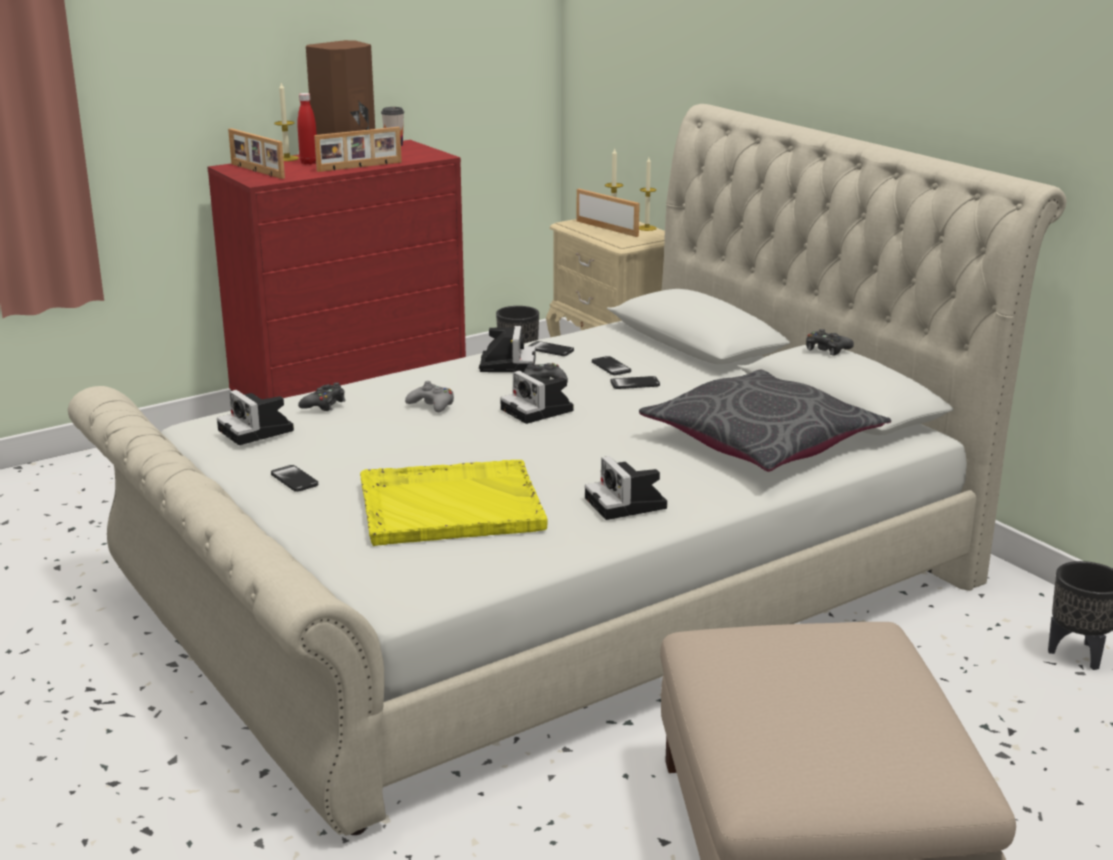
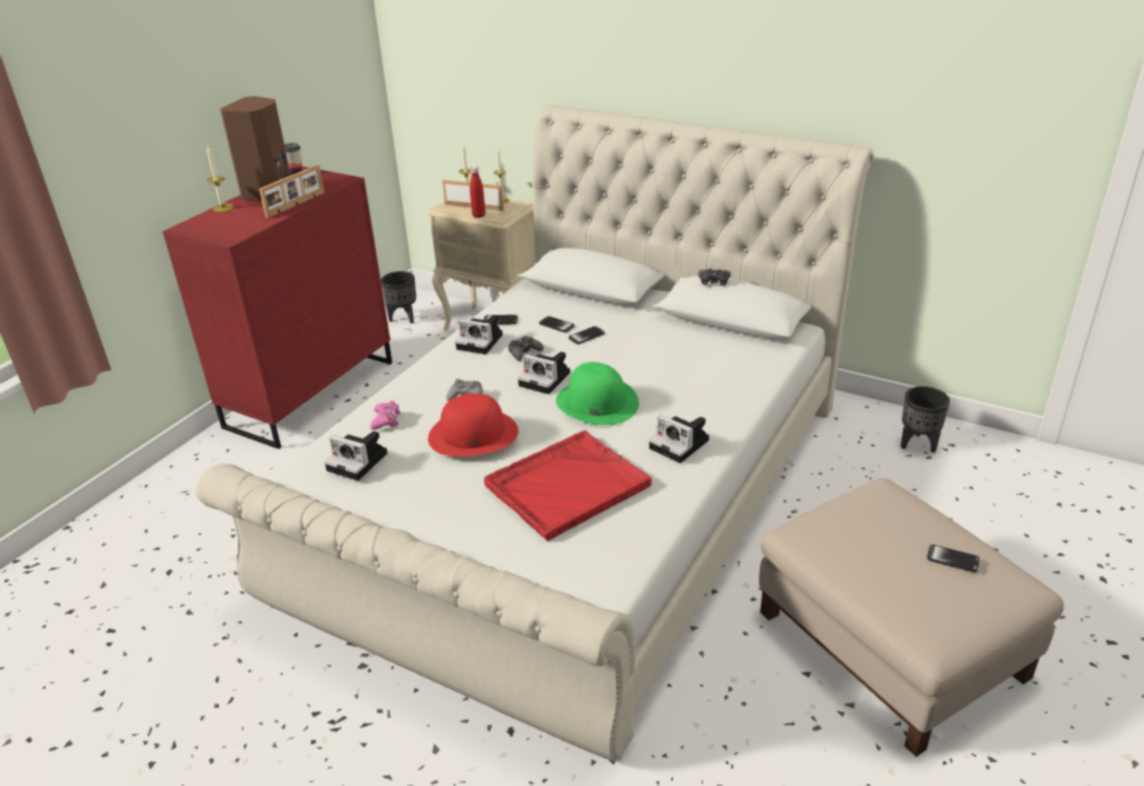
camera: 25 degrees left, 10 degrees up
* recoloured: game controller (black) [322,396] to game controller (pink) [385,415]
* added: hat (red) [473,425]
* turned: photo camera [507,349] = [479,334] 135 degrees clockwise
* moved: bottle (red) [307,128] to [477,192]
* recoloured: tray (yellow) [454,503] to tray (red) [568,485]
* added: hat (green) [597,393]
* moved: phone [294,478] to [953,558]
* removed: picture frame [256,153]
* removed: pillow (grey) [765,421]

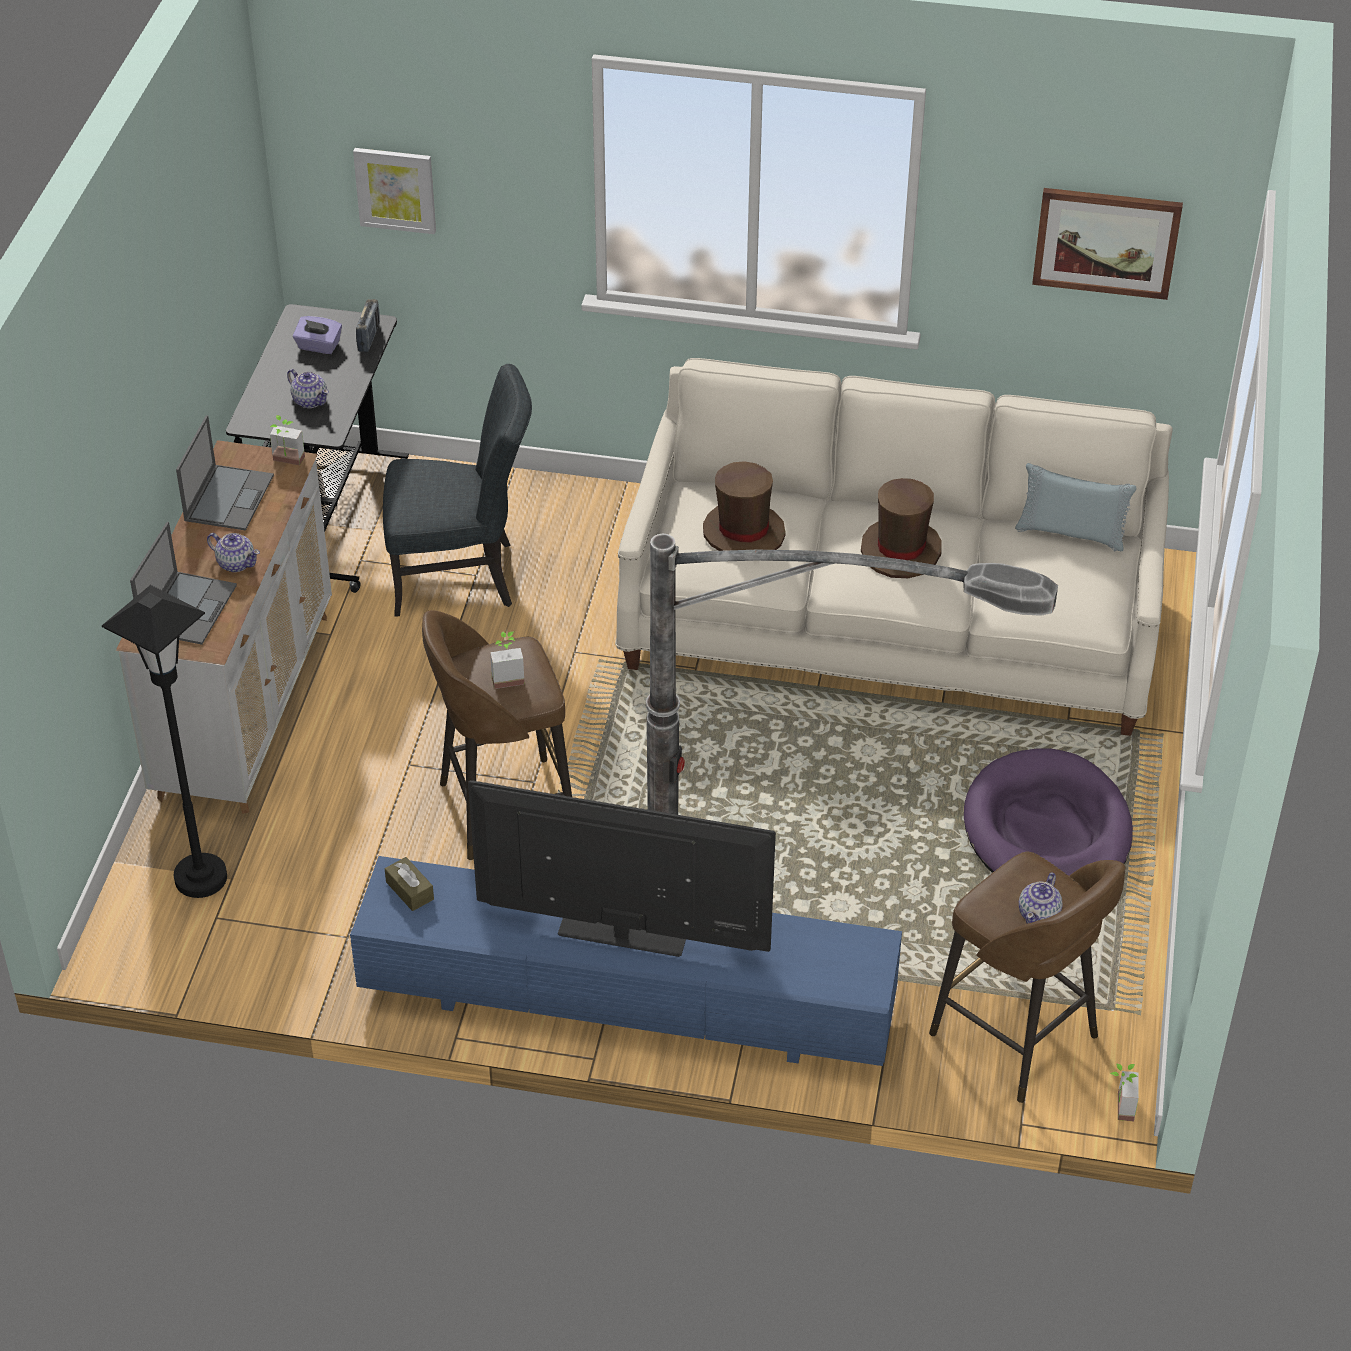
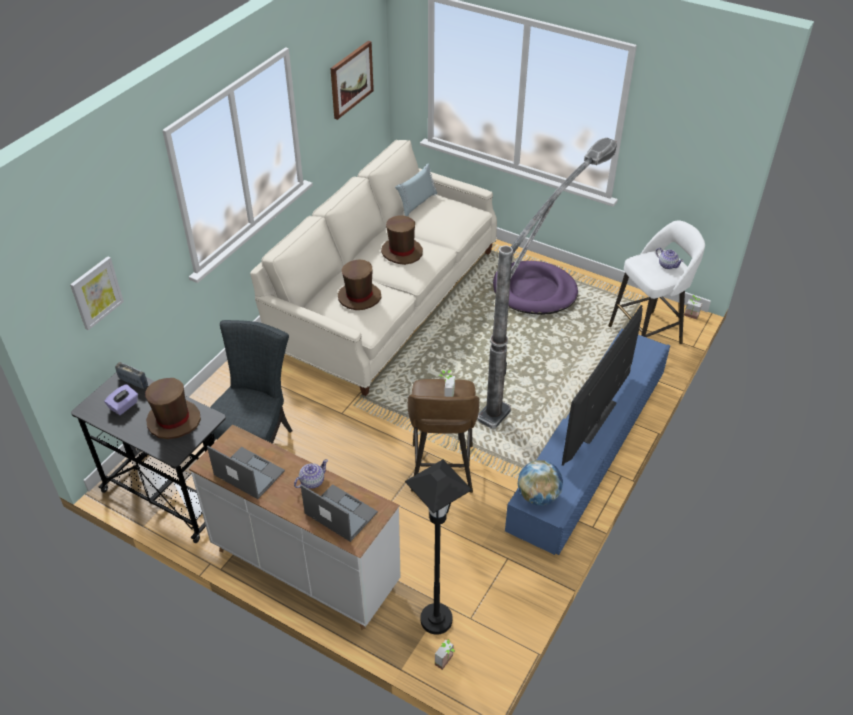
camera: 70 degrees left, 0 degrees up
* replaced: teapot [308,388] to hat (brown) [173,408]
* moved: potted plant [287,440] to [445,654]
* replaced: tissue box (brown) [409,884] to globe [540,482]
* recoloured: stool (brown) [1027,977] to stool (white) [657,282]

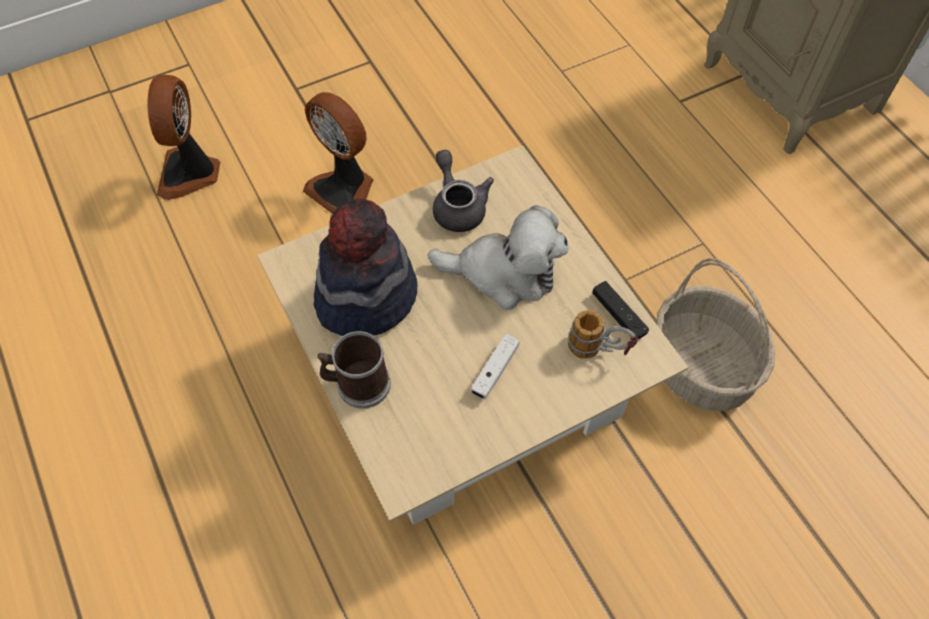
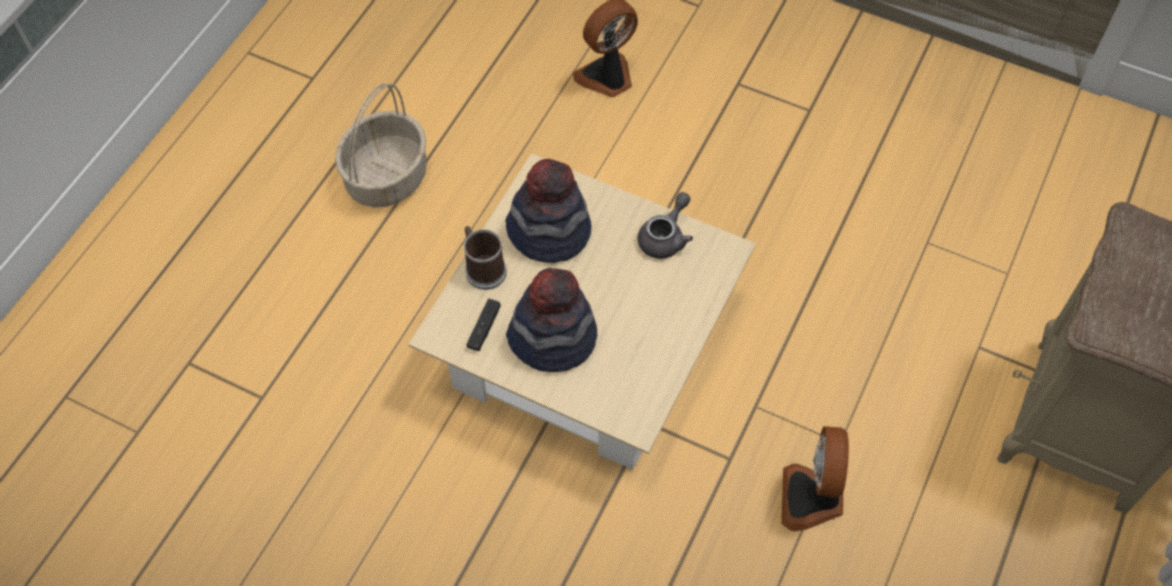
camera: 55 degrees right, 0 degrees up
* moved: basket [715,334] to [381,146]
* moved: game controller (black) [621,310] to [484,325]
* replaced: game controller (white) [495,366] to hat [551,320]
* moved: fan [338,153] to [815,478]
* removed: plush toy [498,257]
* removed: mug [603,334]

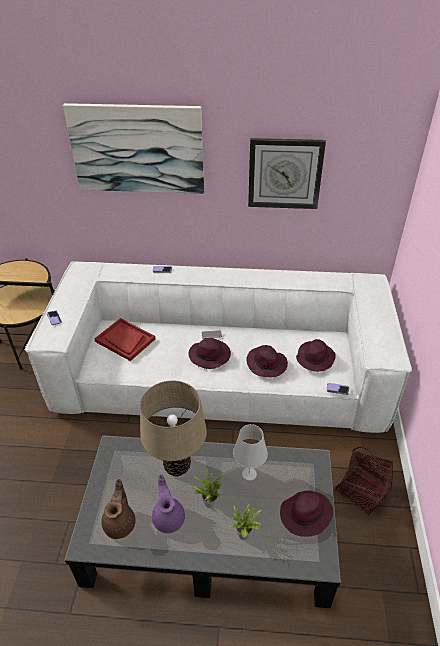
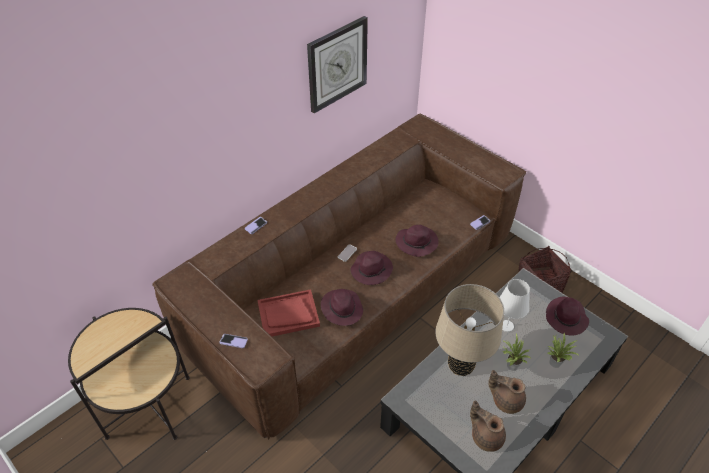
camera: 50 degrees left, 5 degrees up
* recoloured: sofa (white) [218,347] to sofa (brown) [339,277]
* moved: hat (purple) [316,355] to [342,307]
* recoloured: teapot (purple) [168,504] to teapot (brown) [507,392]
* removed: picture [133,148]

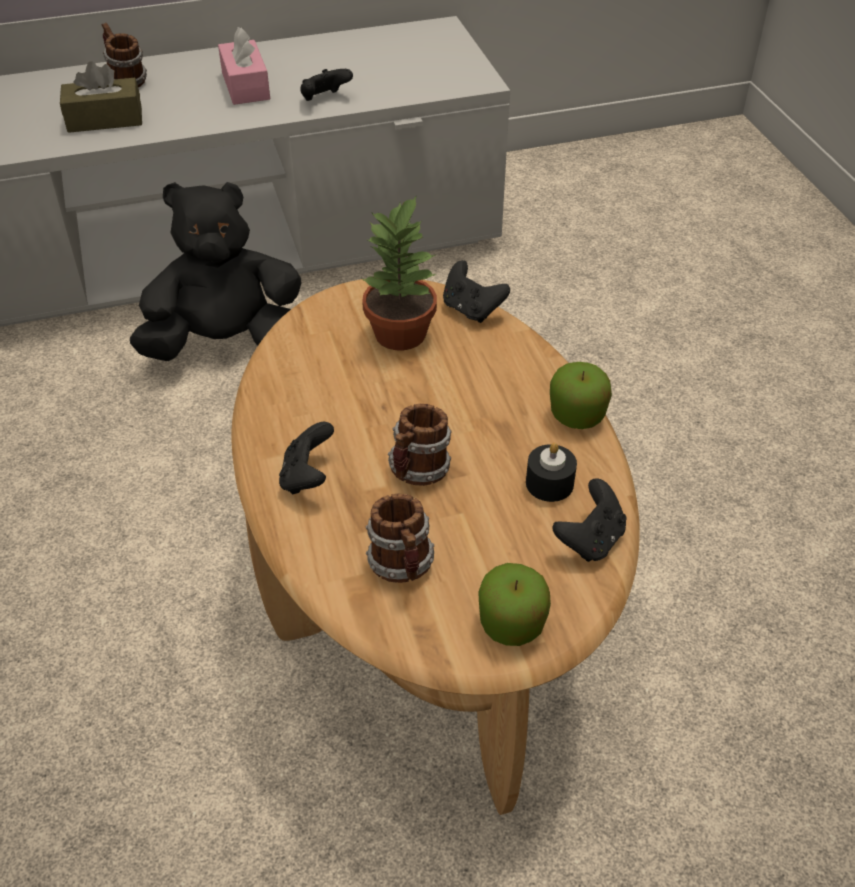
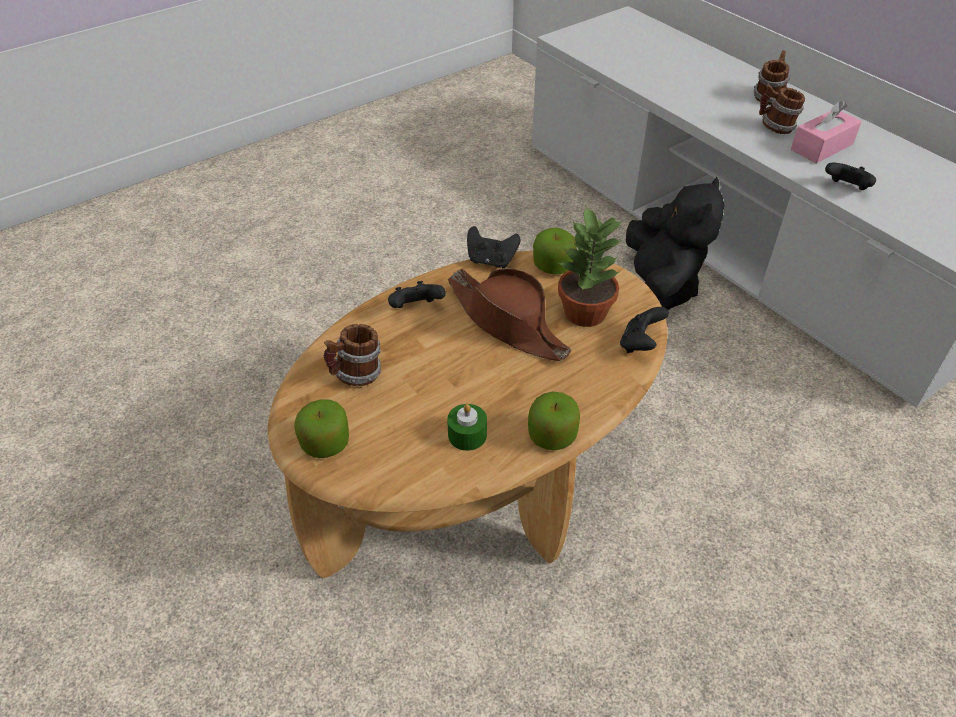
camera: 70 degrees right, 0 degrees up
* recoloured: candle (black) [551,472] to candle (green) [467,427]
* added: hat (brown) [510,314]
* moved: game controller (black) [589,520] to [494,247]
* added: apple [555,250]
* turned: plush toy (black) [215,271] = [675,243] 45 degrees clockwise
* moved: mug [420,445] to [782,109]
* removed: tissue box (brown) [101,97]

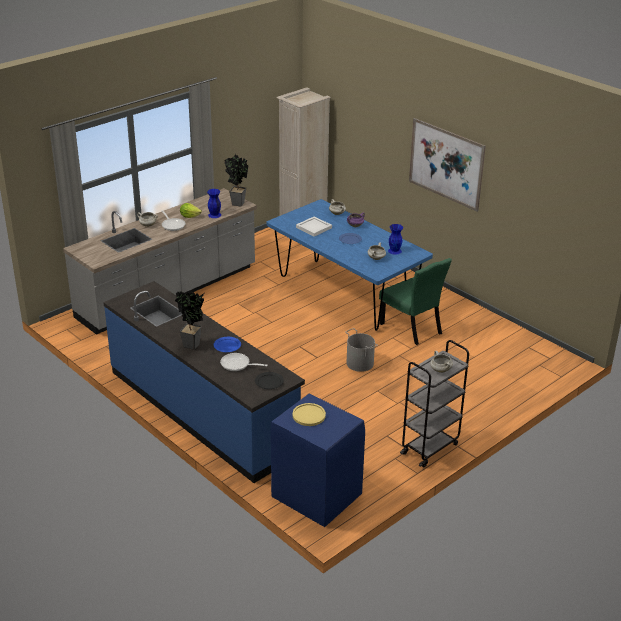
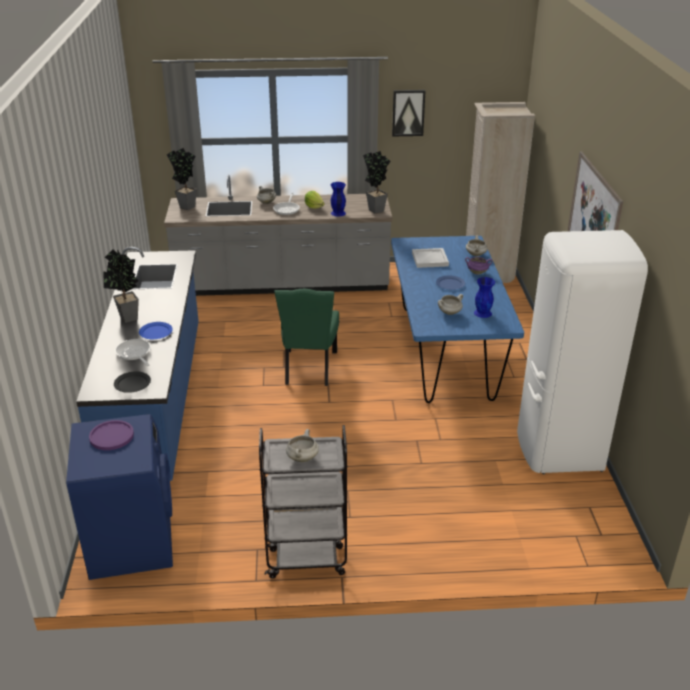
camera: 40 degrees right, 0 degrees up
* recoloured: plate (yellow) [309,414] to plate (purple) [111,435]
* added: potted plant [182,179]
* moved: chair (green) [415,301] to [306,337]
* added: picture [408,113]
* added: fridge (white) [582,352]
* removed: bucket (grey) [361,350]

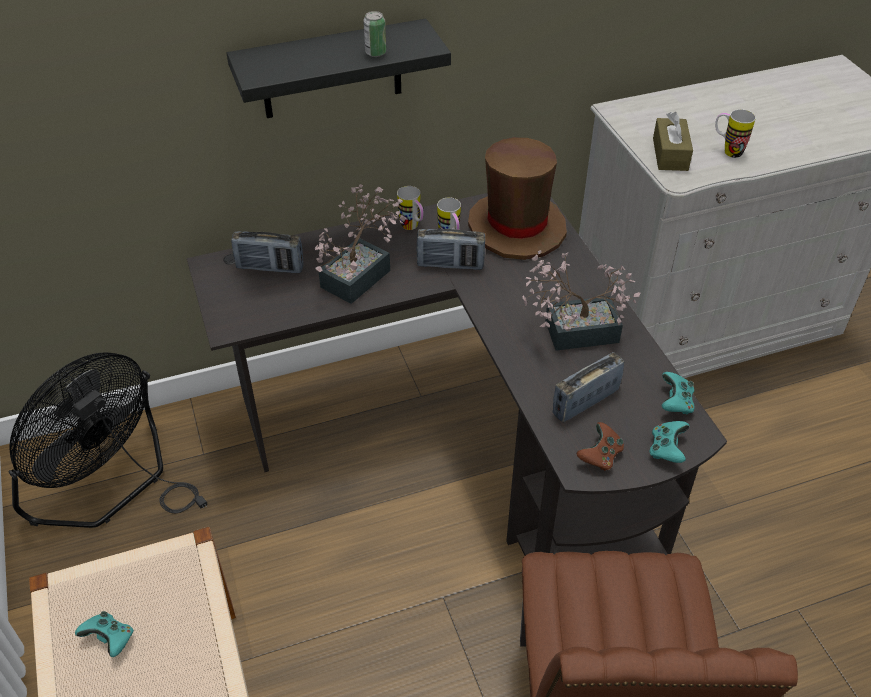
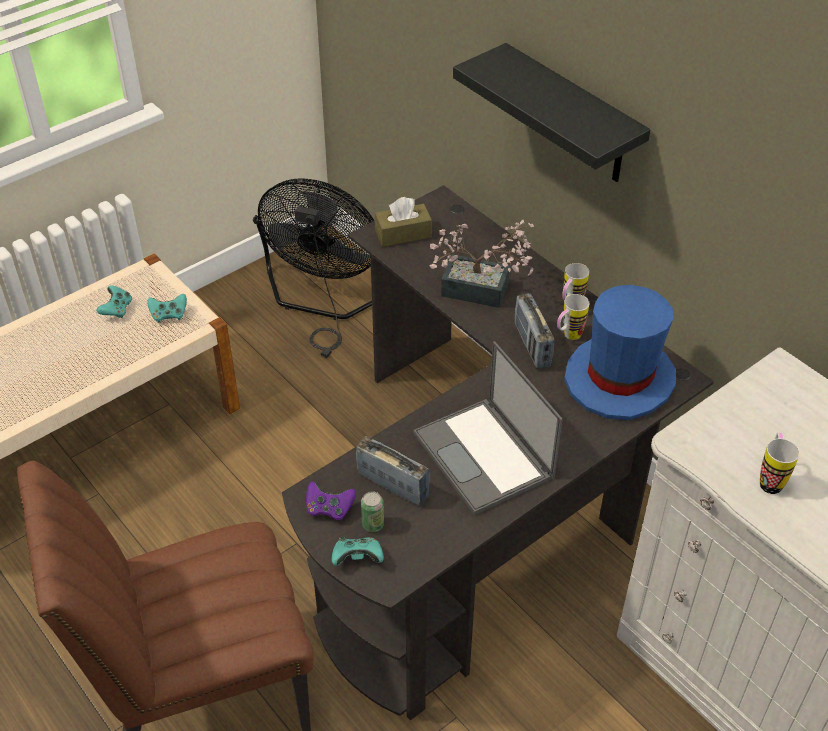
camera: 70 degrees right, 0 degrees up
* moved: game controller (turquoise) [678,393] to [167,308]
* recoloured: game controller (brown) [600,446] to game controller (purple) [331,501]
* moved: can [374,34] to [372,511]
* moved: tissue box (brown) [673,141] to [403,221]
* replaced: potted plant [581,300] to laptop [488,428]
* recoloured: hat (brown) [517,199] to hat (blue) [620,352]
* removed: radio [267,252]

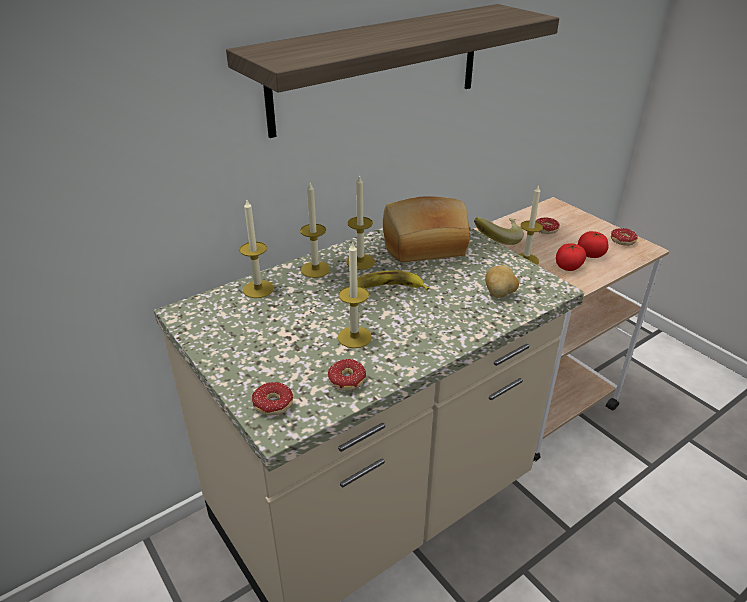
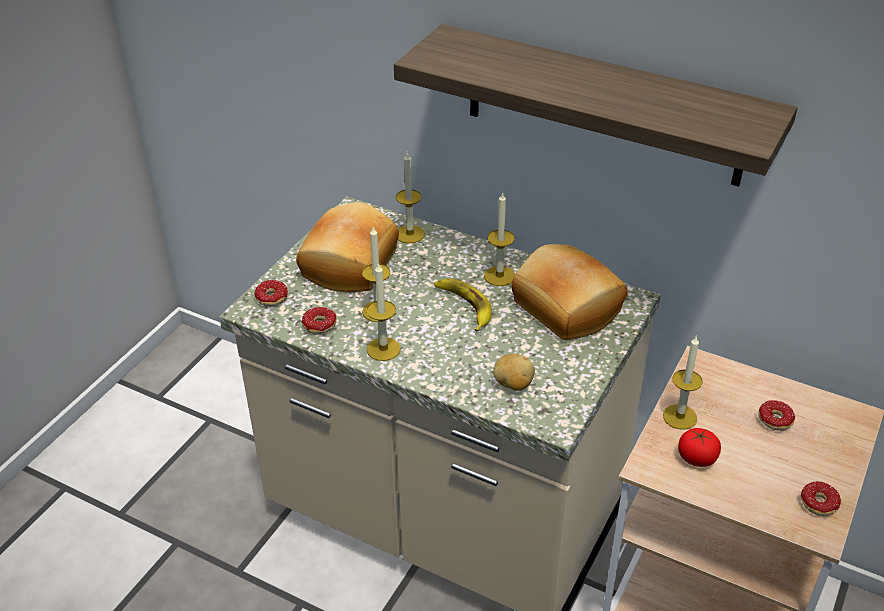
camera: 65 degrees right, 5 degrees up
* added: bread [347,247]
* moved: candle [315,230] to [383,311]
* removed: banana [499,231]
* removed: tomato [593,244]

